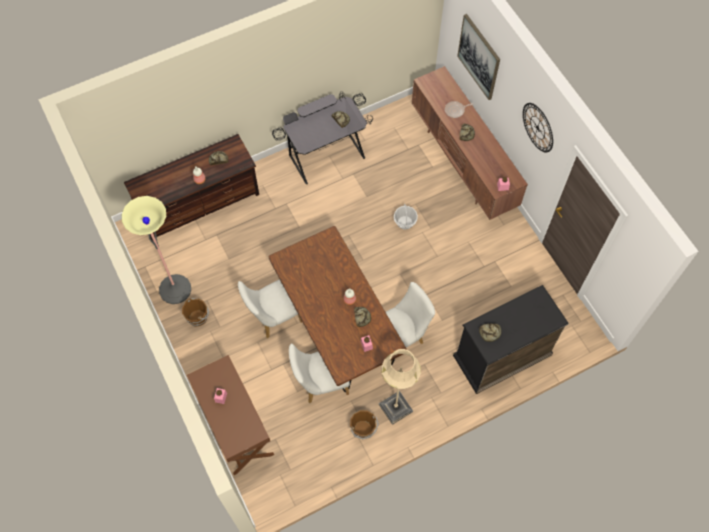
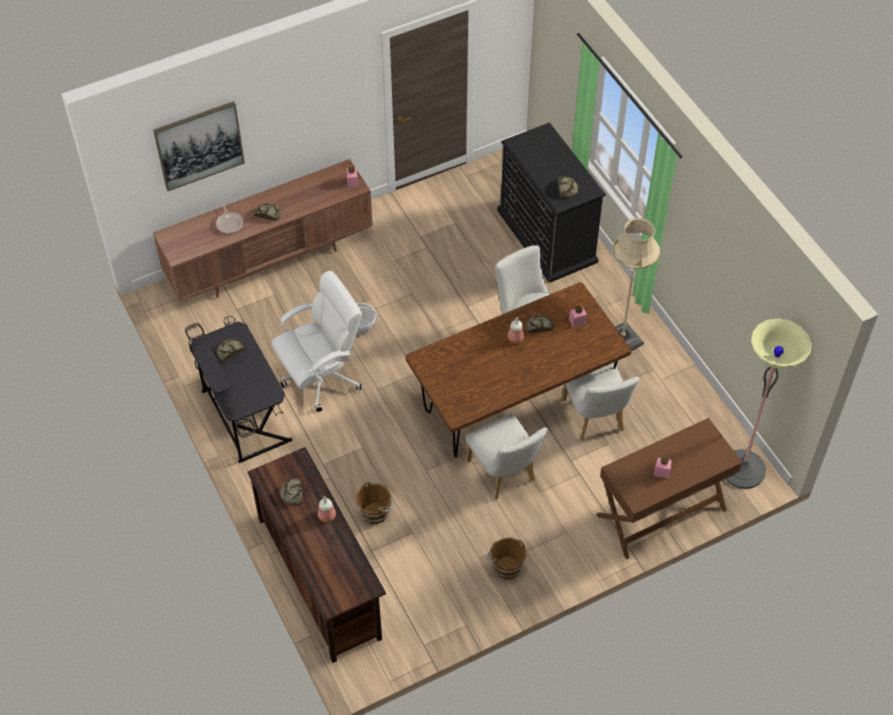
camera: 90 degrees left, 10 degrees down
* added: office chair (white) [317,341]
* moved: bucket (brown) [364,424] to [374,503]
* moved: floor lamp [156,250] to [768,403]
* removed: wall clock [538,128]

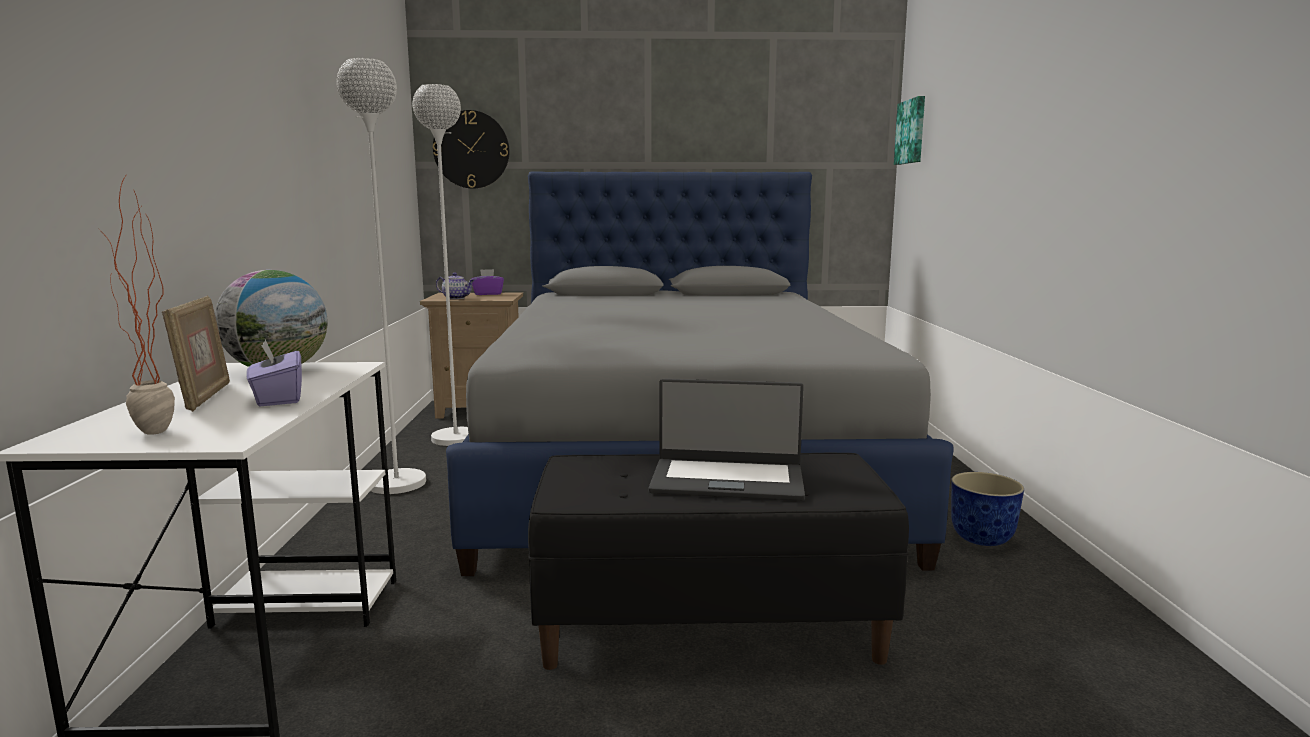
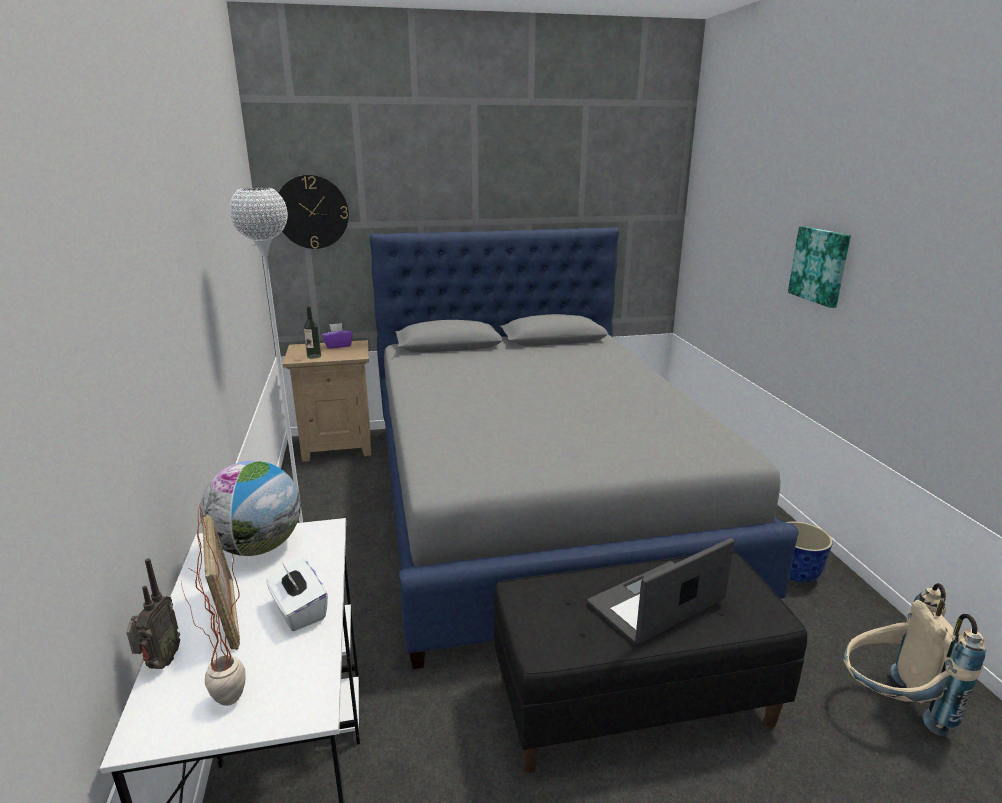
camera: 10 degrees left, 10 degrees up
* added: radio [153,613]
* recoloured: tissue box (purple) [274,373] to tissue box (white) [297,595]
* replaced: teapot [455,286] to bottle [312,332]
* turned: laptop [726,440] = [661,591] 150 degrees clockwise
* moved: picture [909,130] to [819,267]
* added: backpack (beige) [914,659]
* removed: floor lamp (white) [440,265]

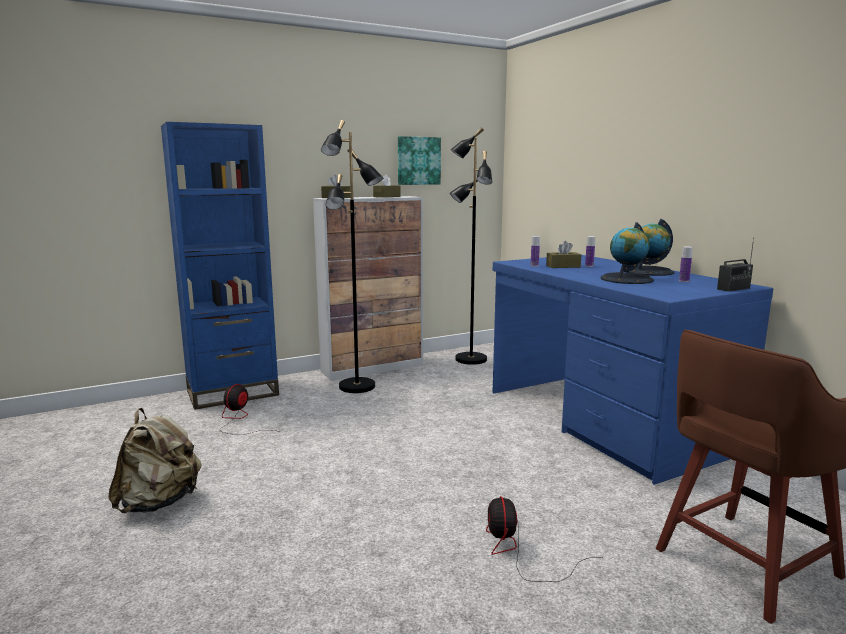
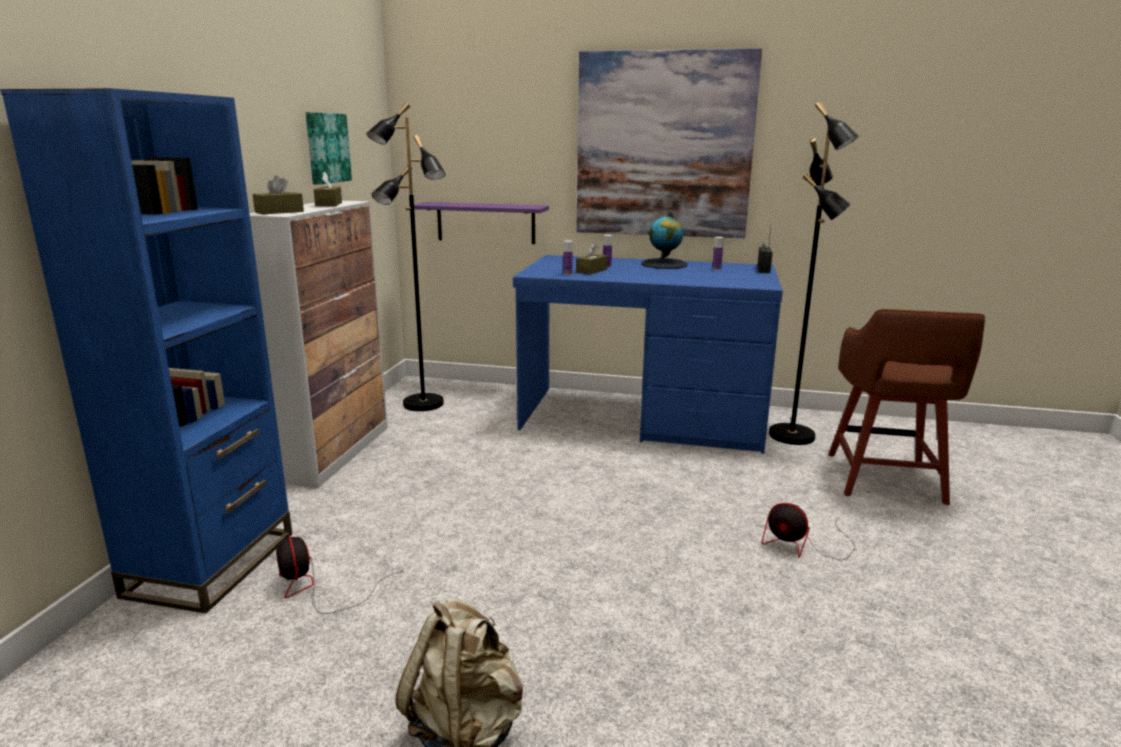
camera: 50 degrees left, 5 degrees up
* added: shelf (purple) [481,223]
* added: picture [669,143]
* moved: floor lamp (black) [352,256] to [814,273]
* removed: globe [627,253]

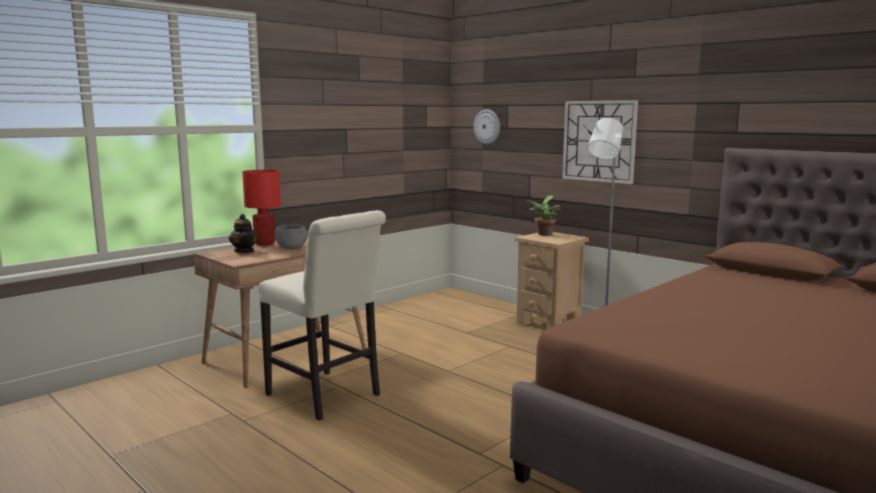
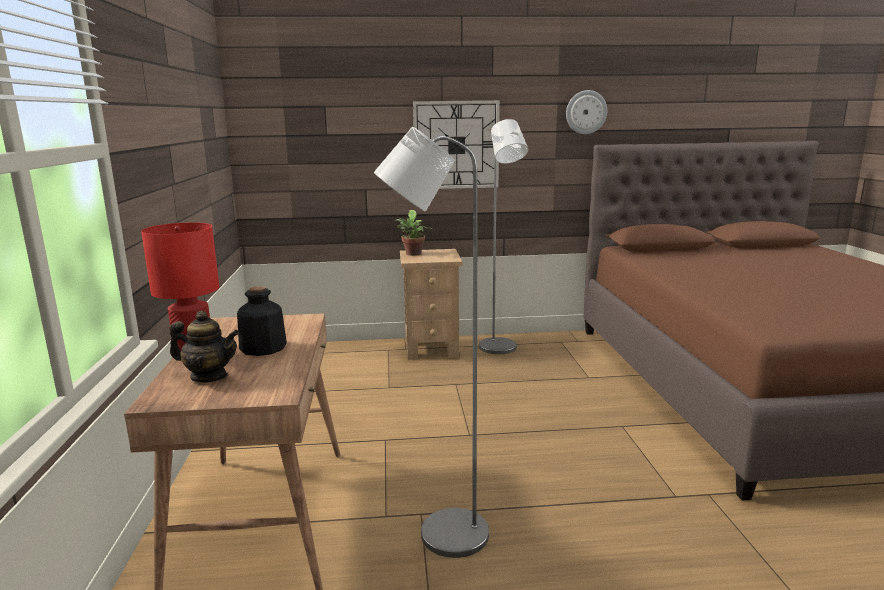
camera: 50 degrees left, 5 degrees up
* replaced: bowl (grey) [291,237] to bottle [262,321]
* replaced: stool (beige) [322,315] to floor lamp (grey) [431,342]
* moved: wall clock [487,126] to [586,112]

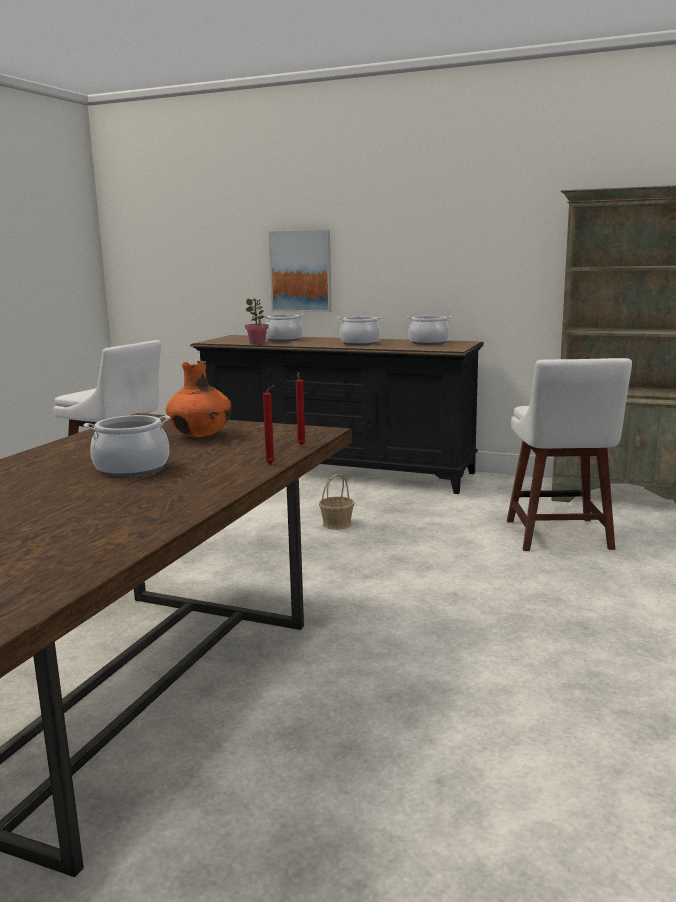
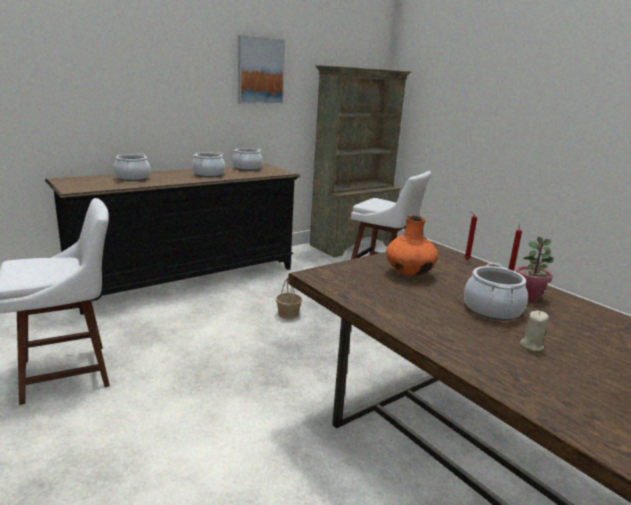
camera: 60 degrees left, 5 degrees up
* moved: picture [300,271] to [261,69]
* moved: potted plant [257,321] to [535,269]
* added: candle (beige) [534,330]

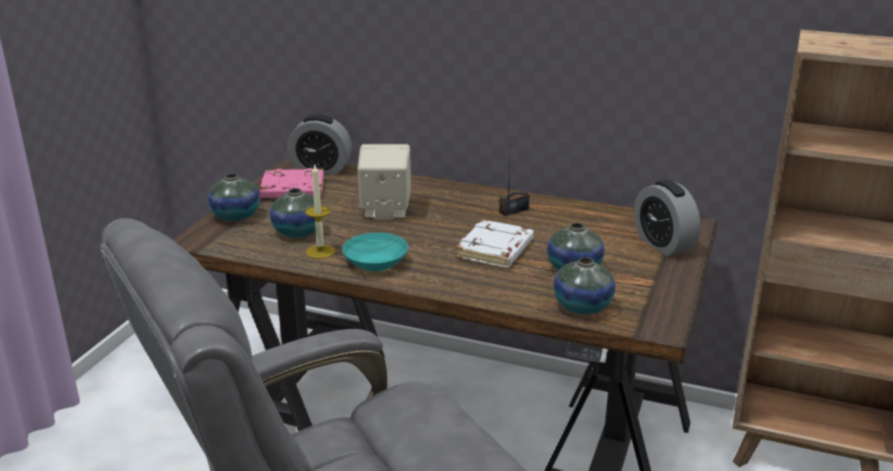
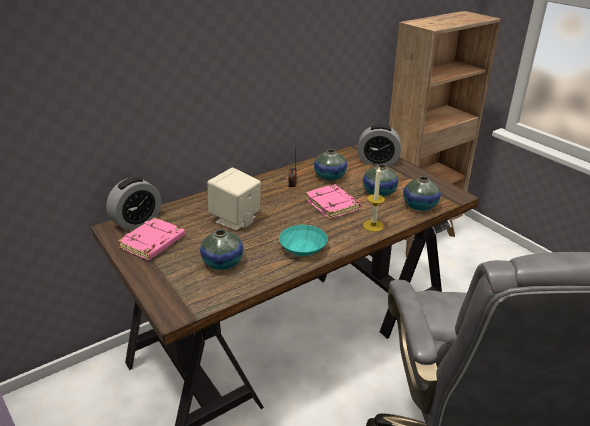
camera: 55 degrees left, 5 degrees up
* recoloured: book (white) [495,243] to book (pink) [333,201]
* moved: vase [233,197] to [330,165]
* moved: candle [320,211] to [374,199]

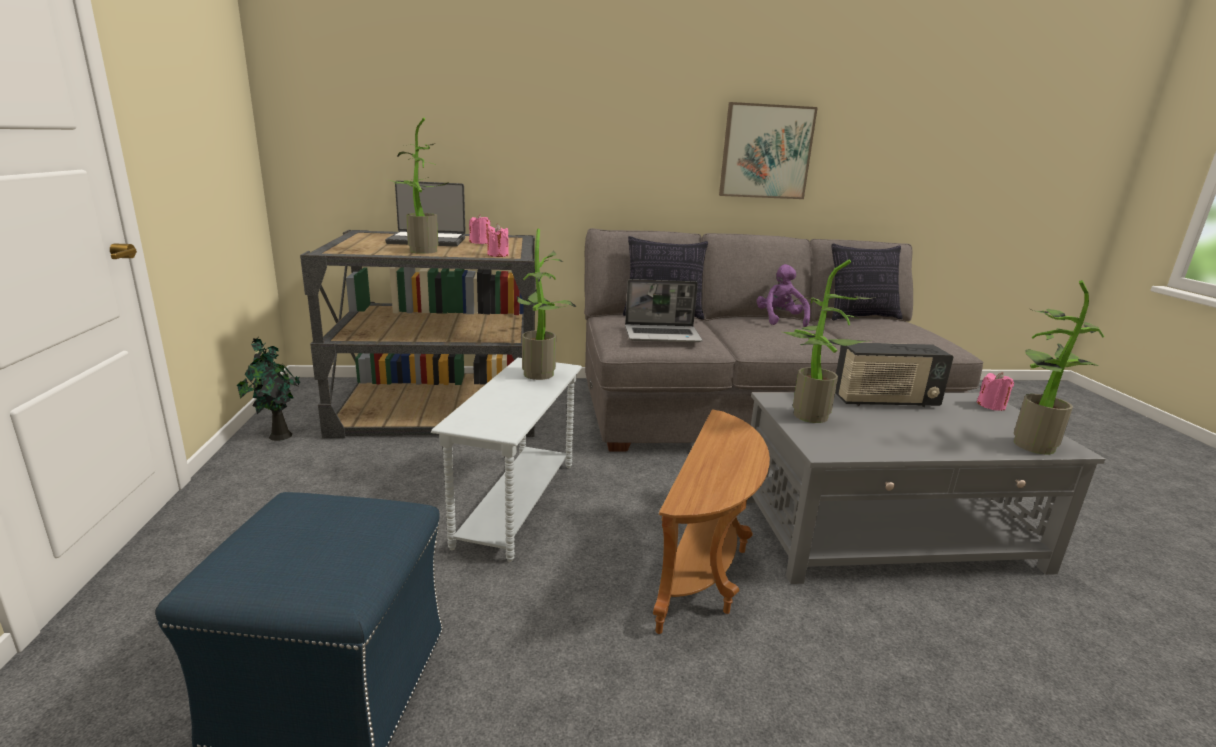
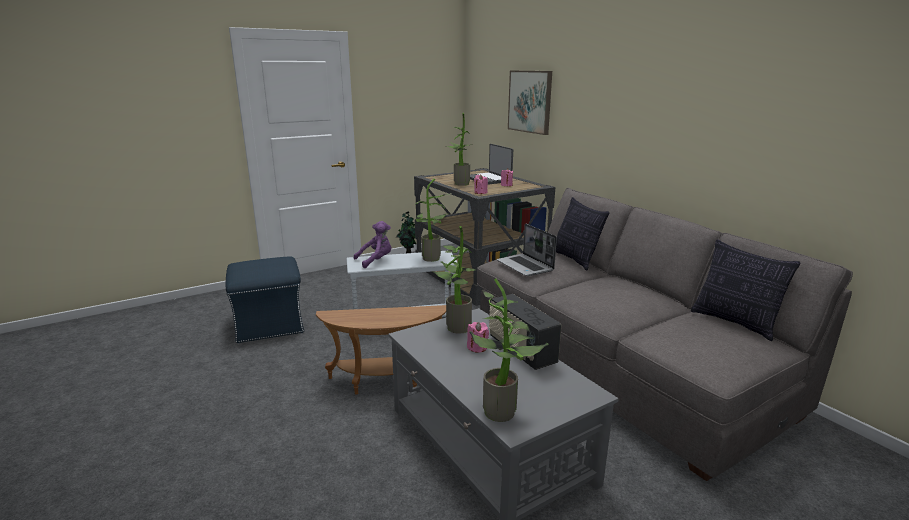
camera: 65 degrees right, 0 degrees up
* moved: plush toy (purple) [783,295] to [372,244]
* moved: candle (pink) [995,391] to [478,337]
* moved: picture [768,150] to [530,102]

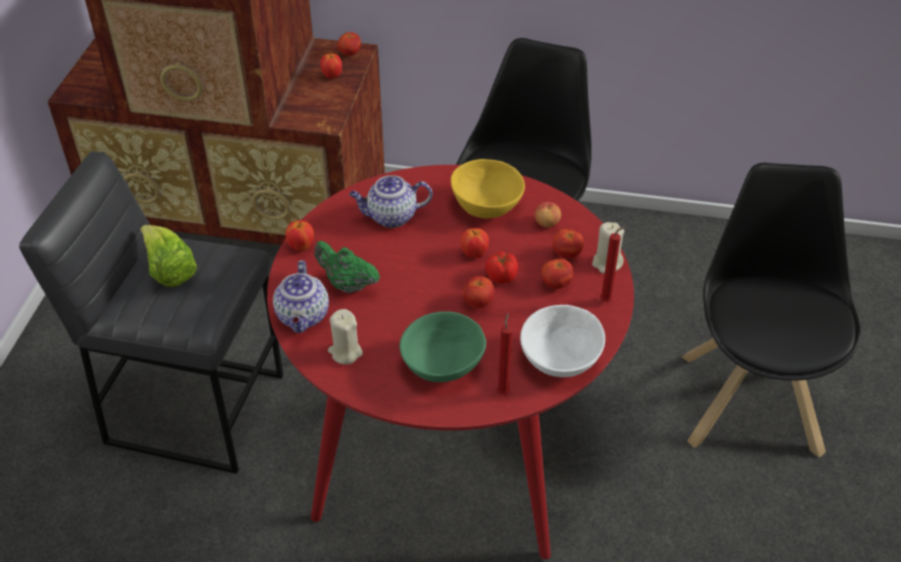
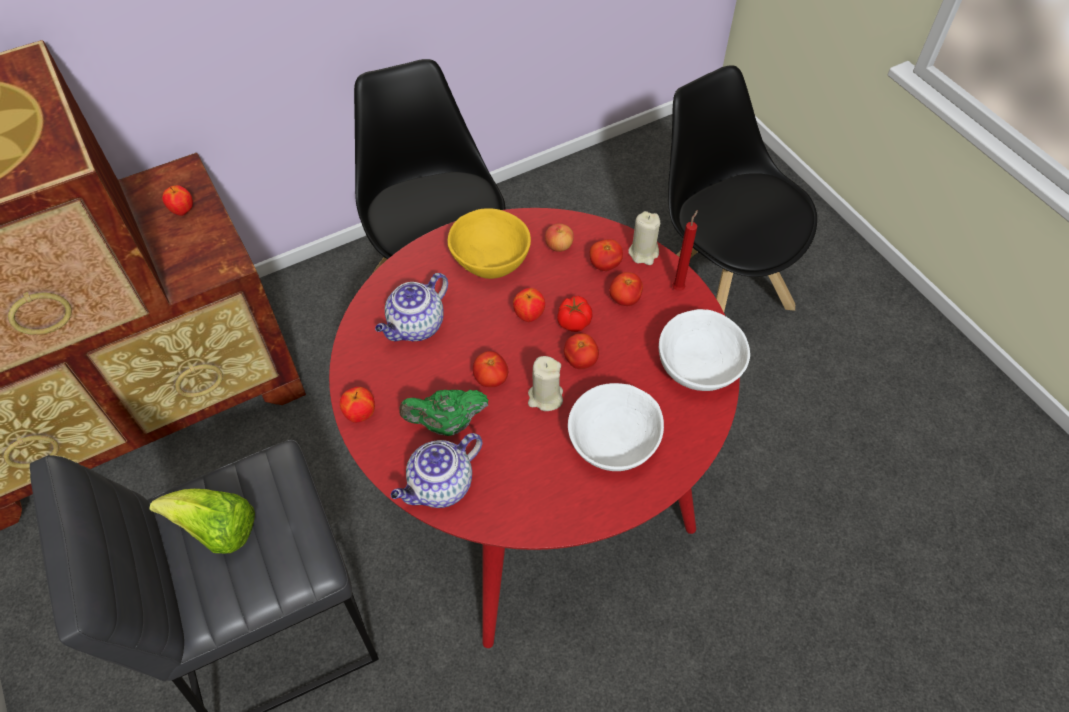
camera: 40 degrees left, 10 degrees up
* turned: teapot [301,296] = [436,470] 90 degrees clockwise
* moved: tomato [349,44] to [490,369]
* moved: candle (beige) [345,337] to [545,383]
* recoloured: bowl (green) [443,346] to bowl (white) [616,427]
* removed: candle (red) [505,354]

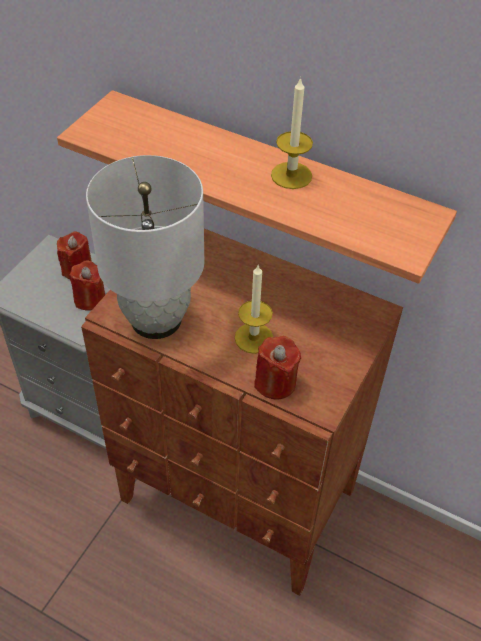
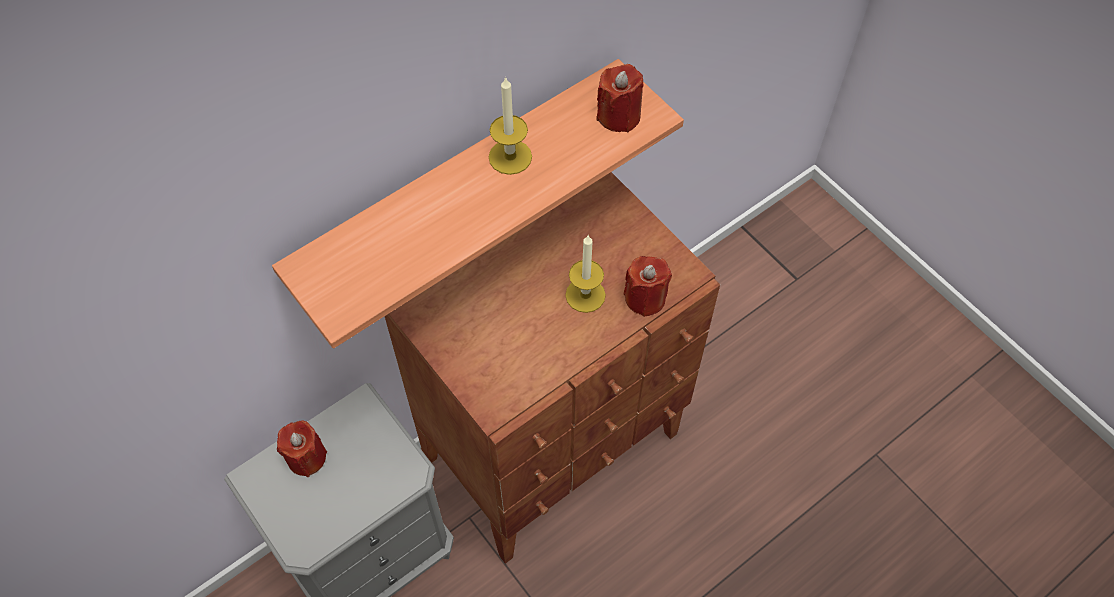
camera: 65 degrees left, 10 degrees up
* moved: candle (red) [87,285] to [620,98]
* removed: table lamp (white) [145,247]

